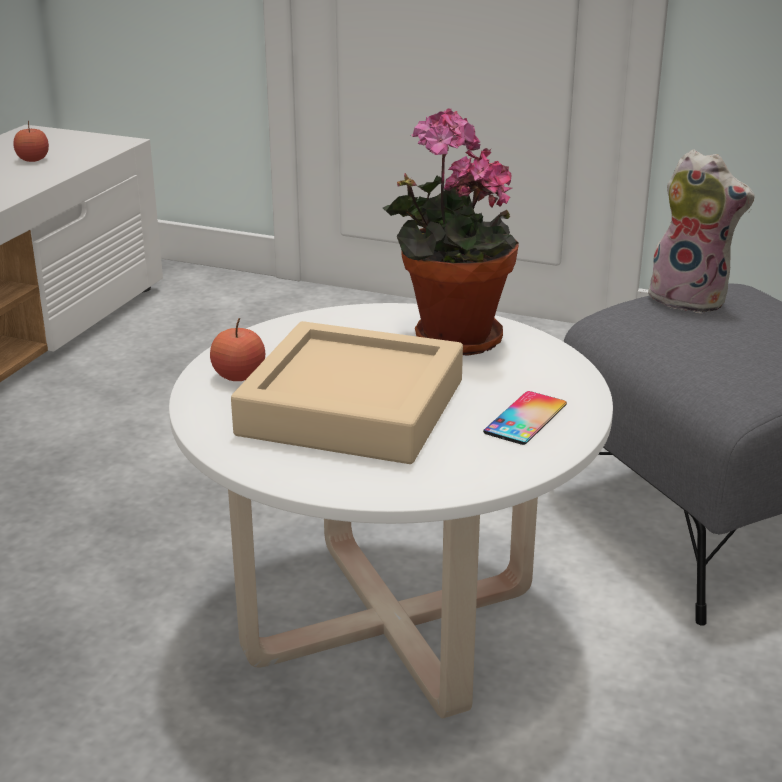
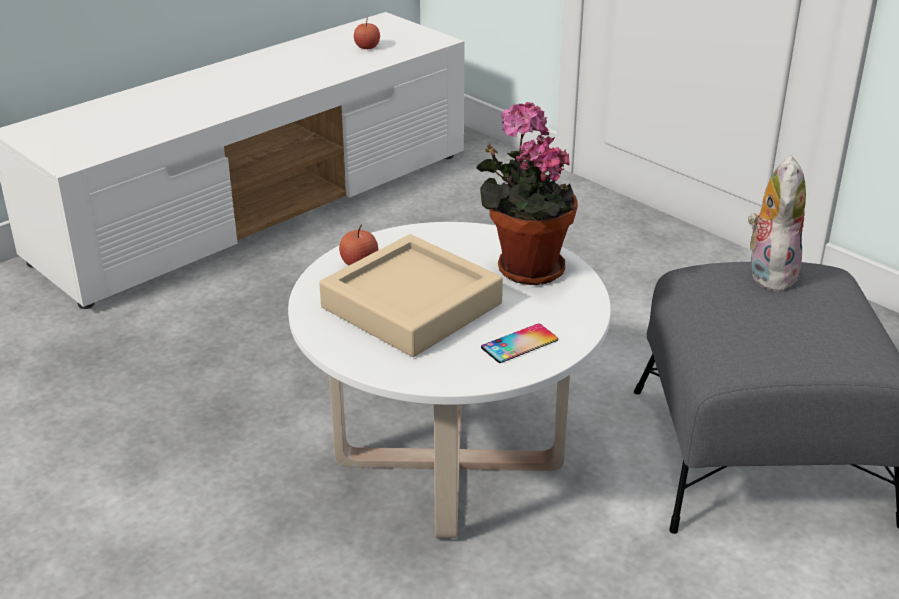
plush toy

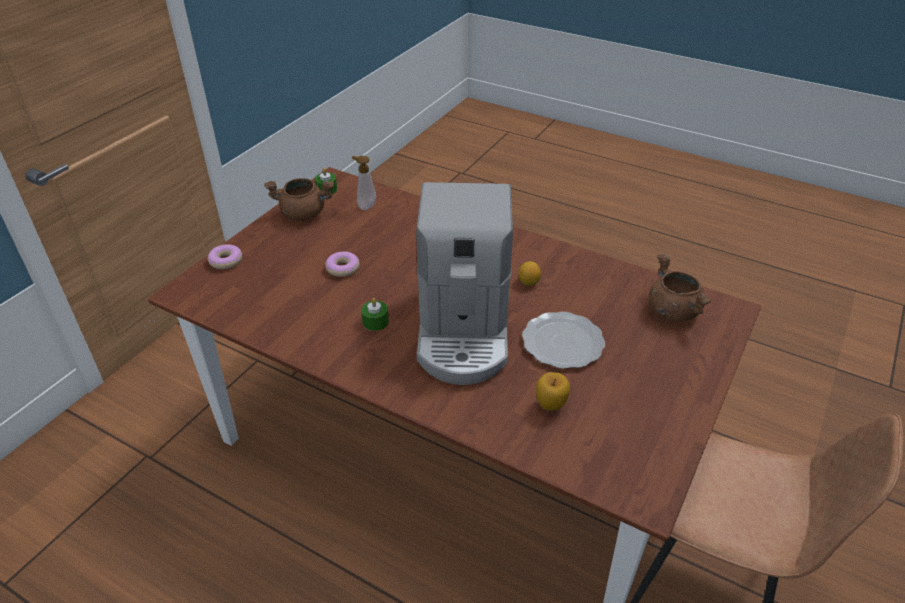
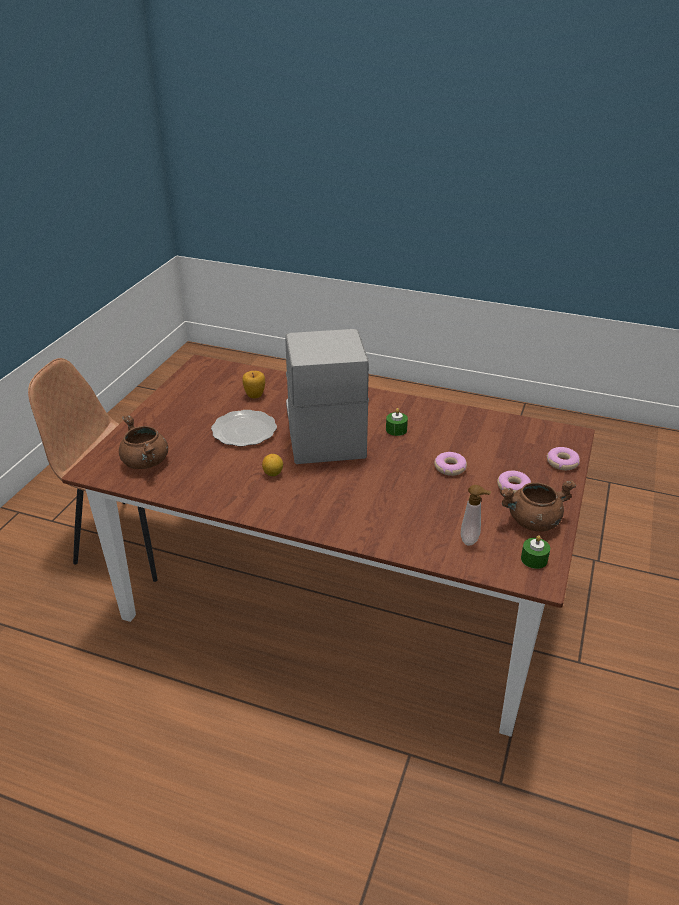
donut (no. 2 from left)

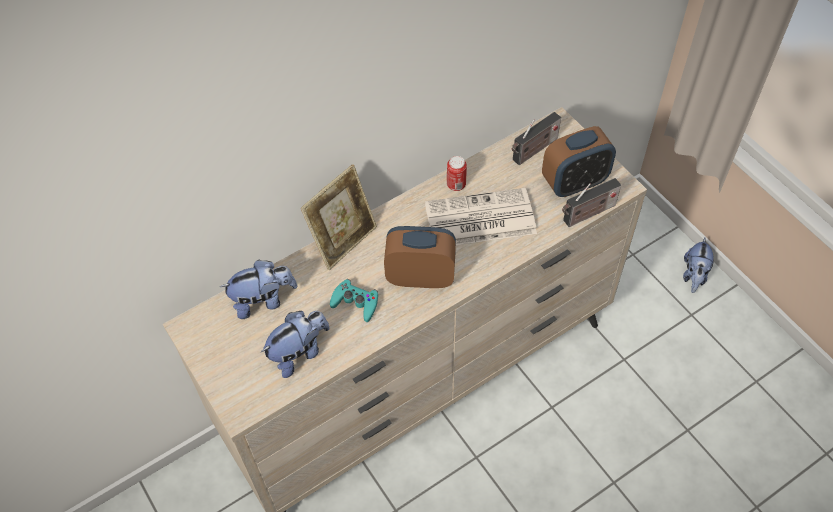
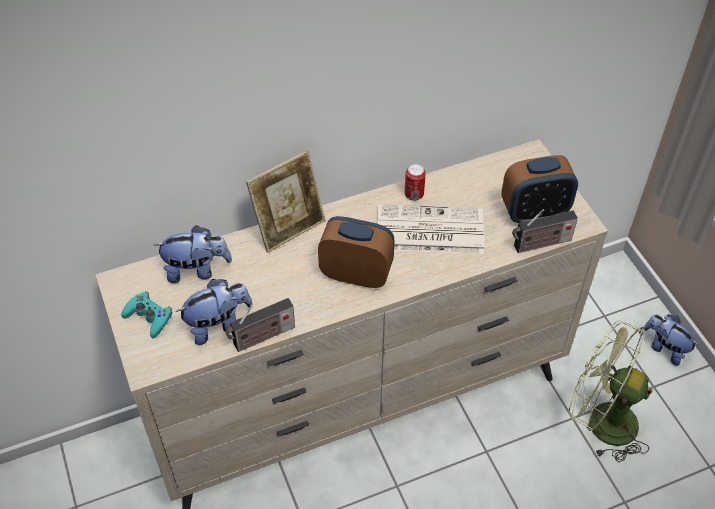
fan (green)
game controller (turquoise)
radio (no. 1 from left)
plush toy (no. 3 from left)

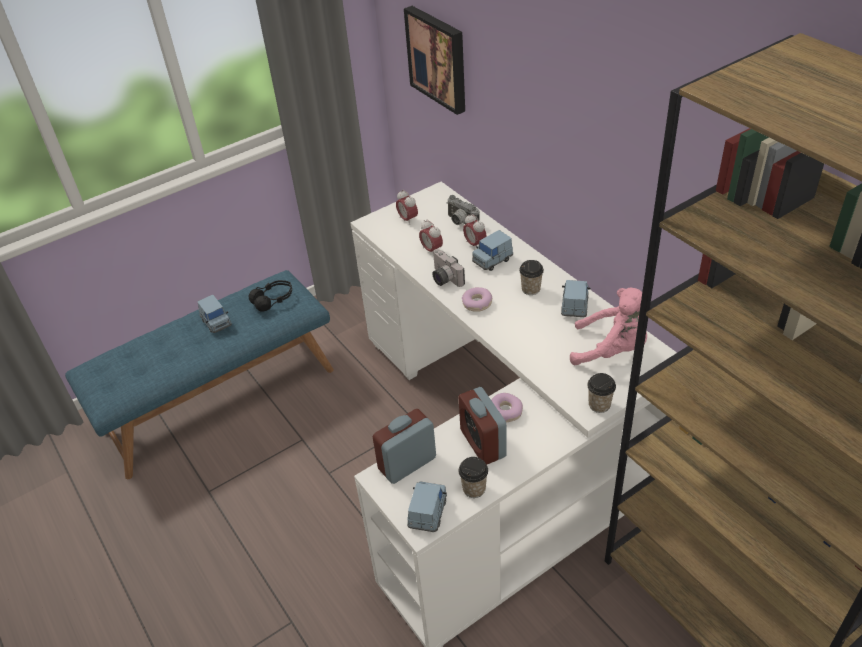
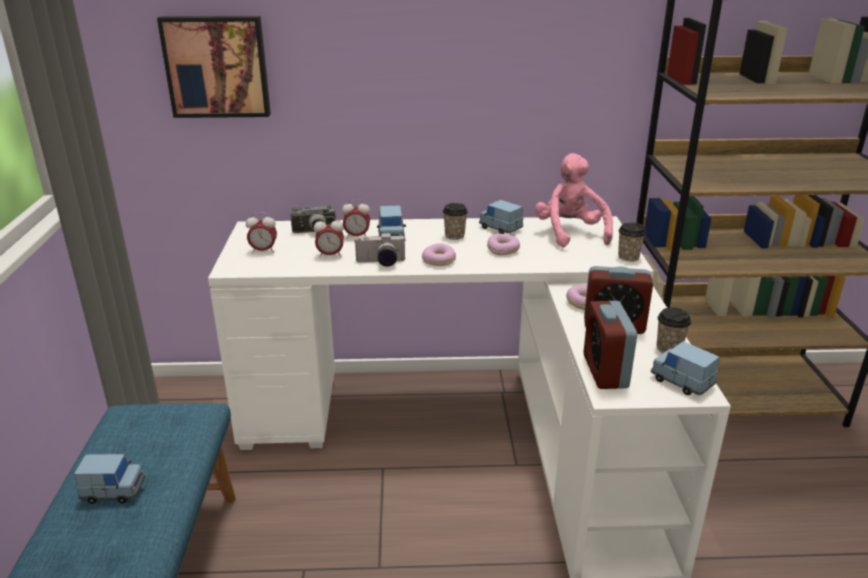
headphones (black)
donut (no. 2 from left)
plush toy (pink)

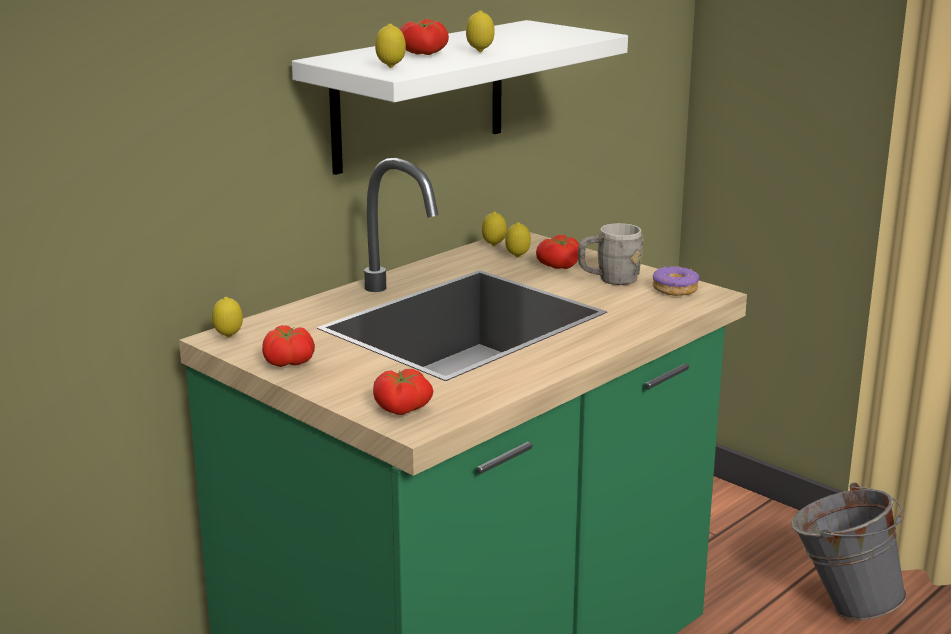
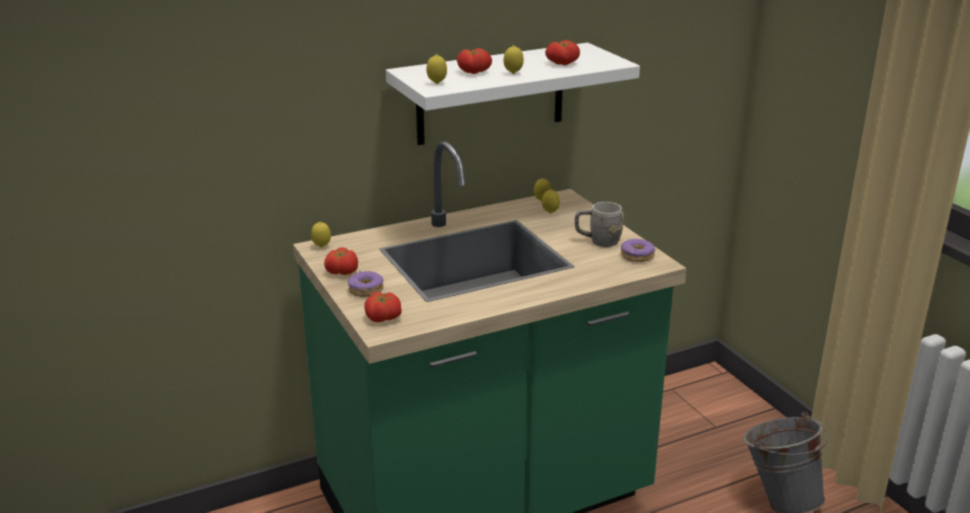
donut (no. 1 from left)
tomato (no. 4 from left)

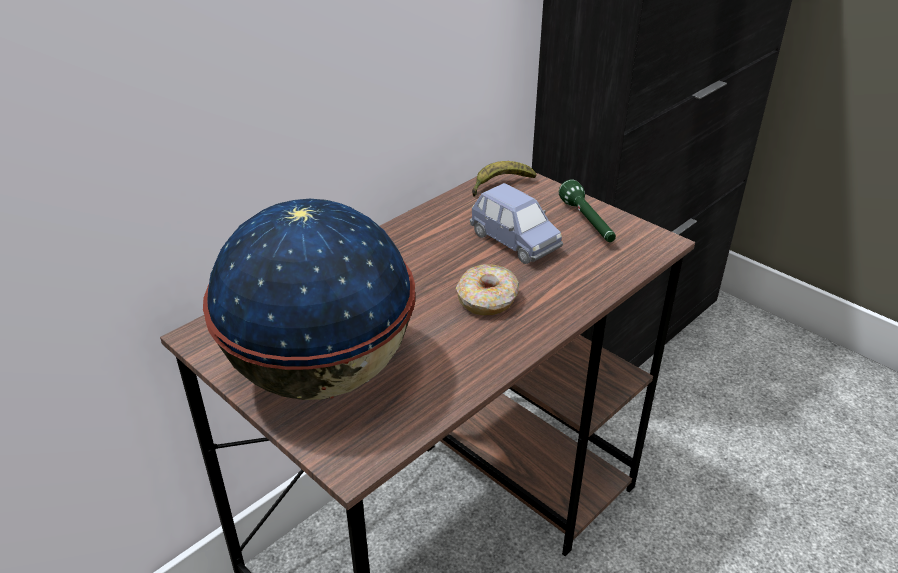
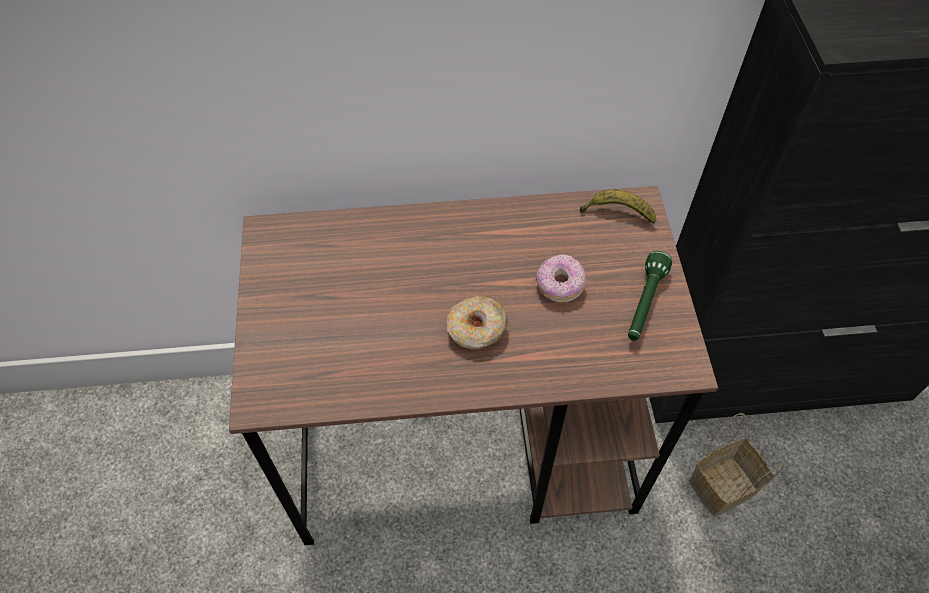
globe
basket
donut (no. 2 from left)

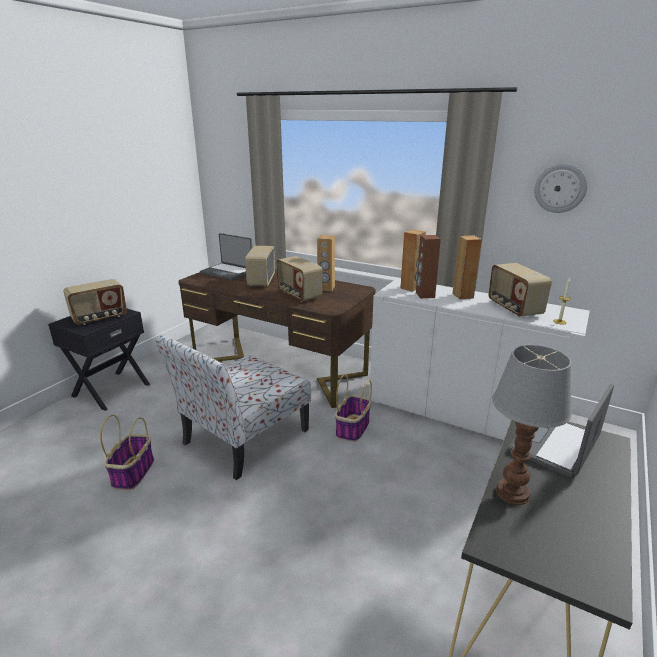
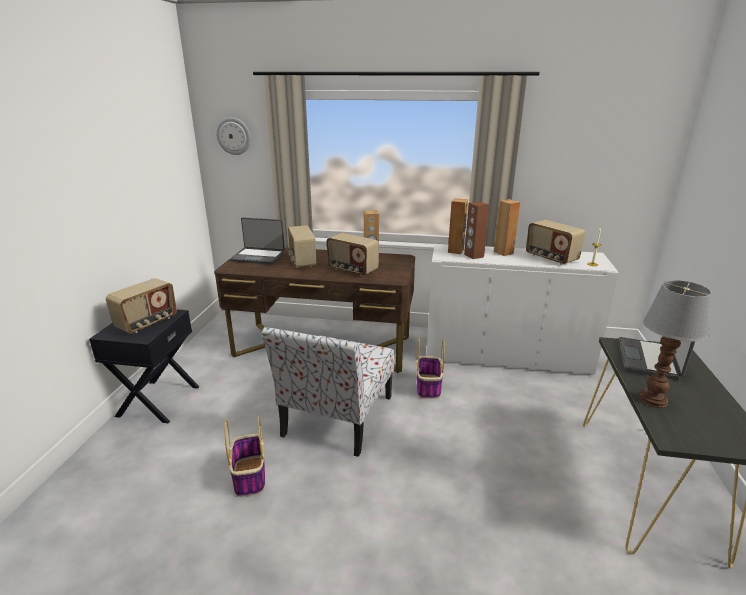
wall clock

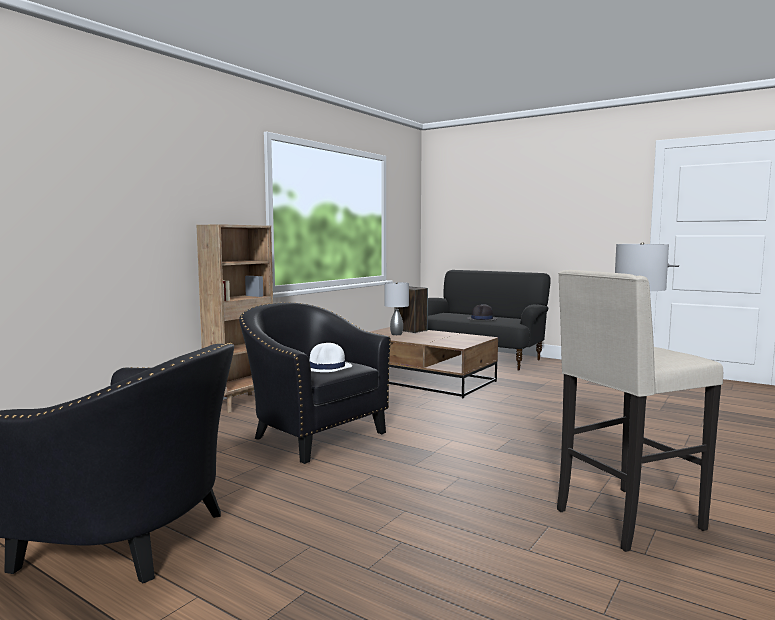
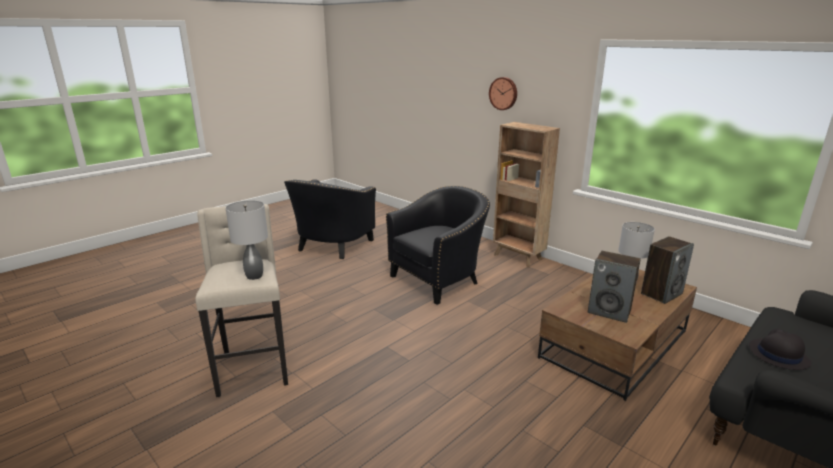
hat (white)
wall clock
speaker (no. 1 from left)

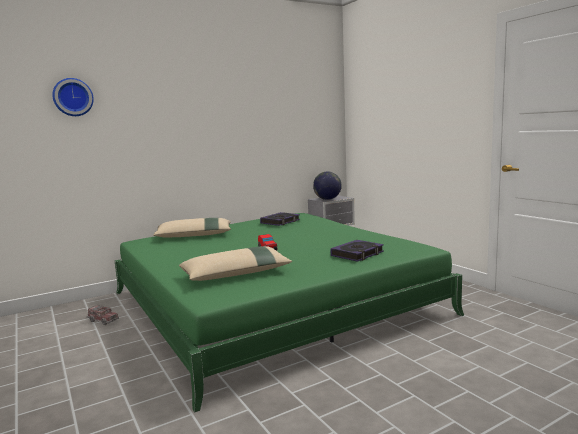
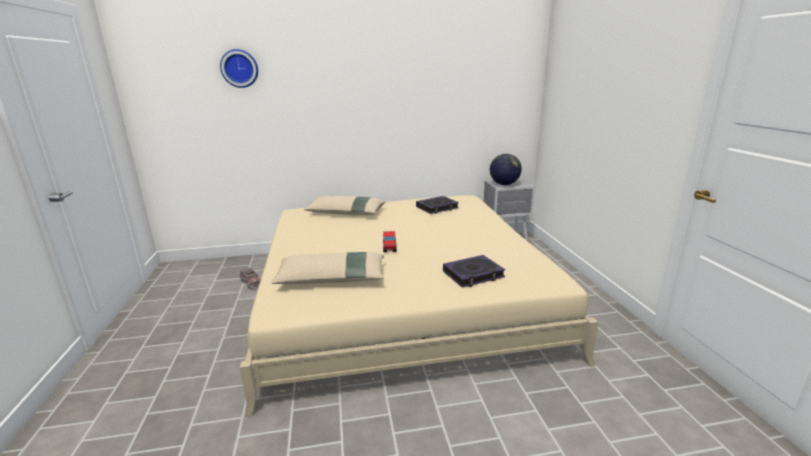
bed (beige)

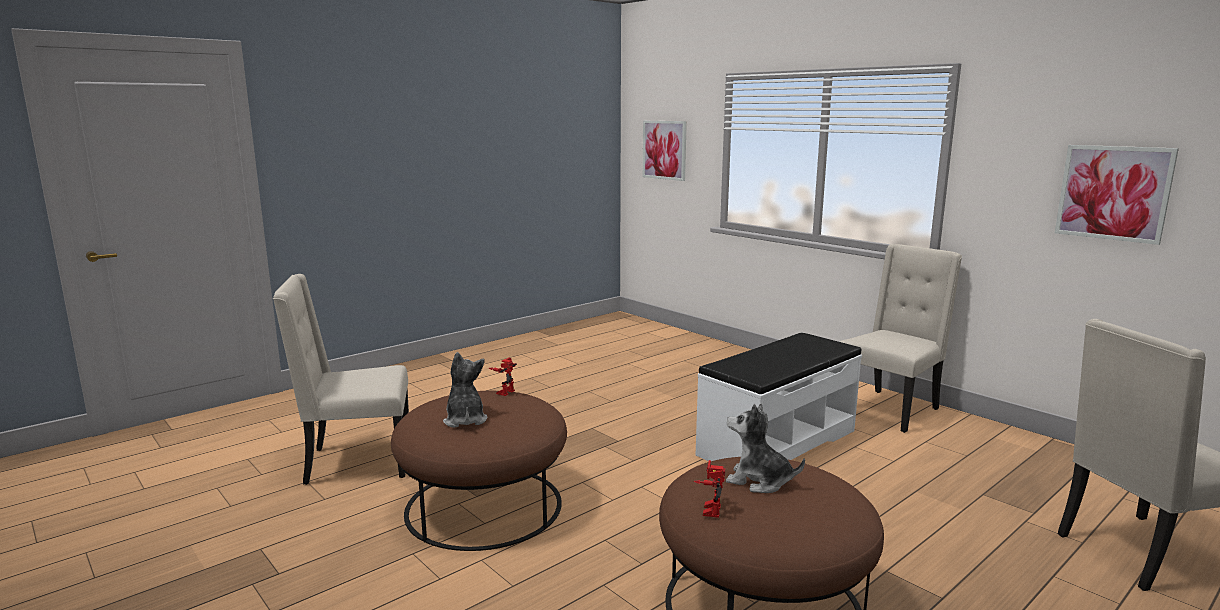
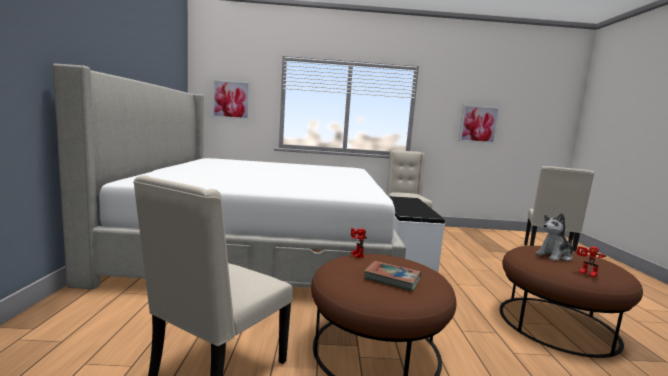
bed
book

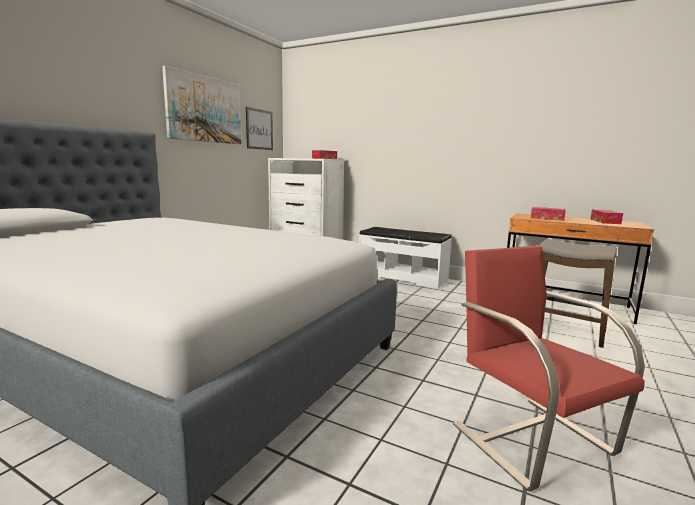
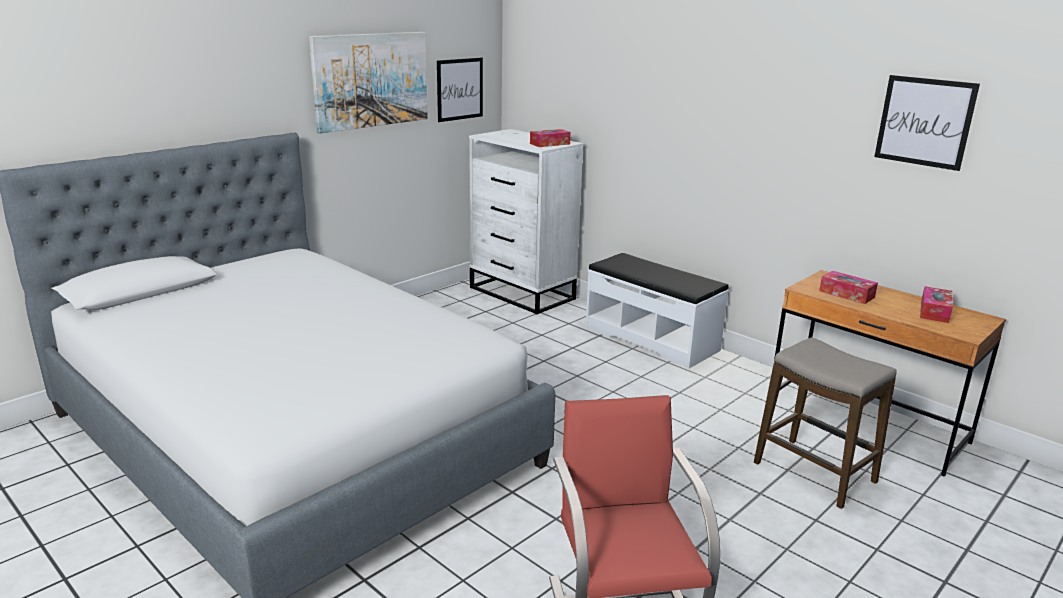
picture (no. 3 from left)

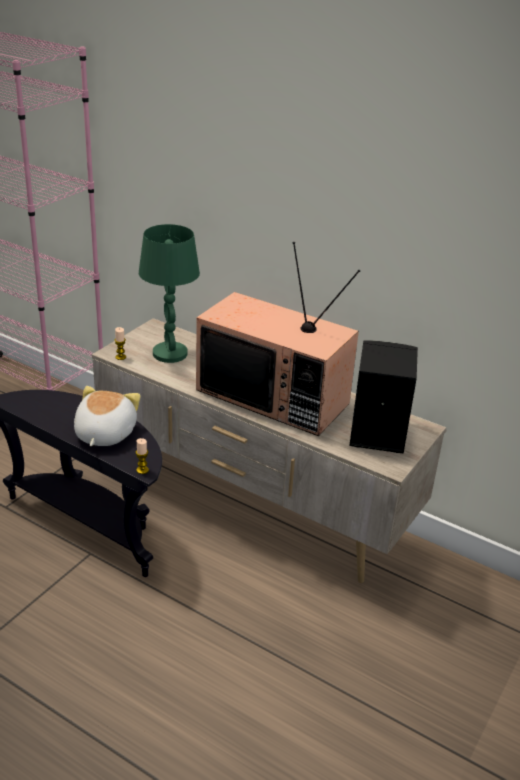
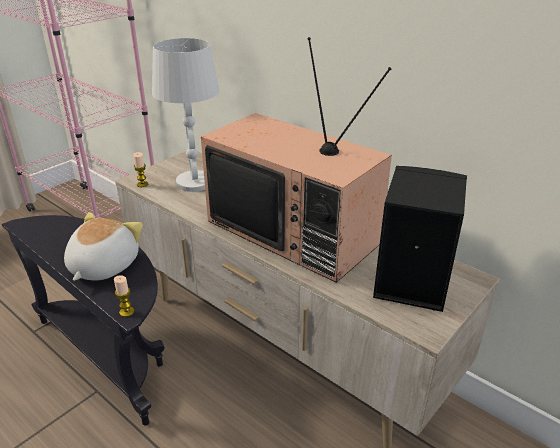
table lamp (white)

